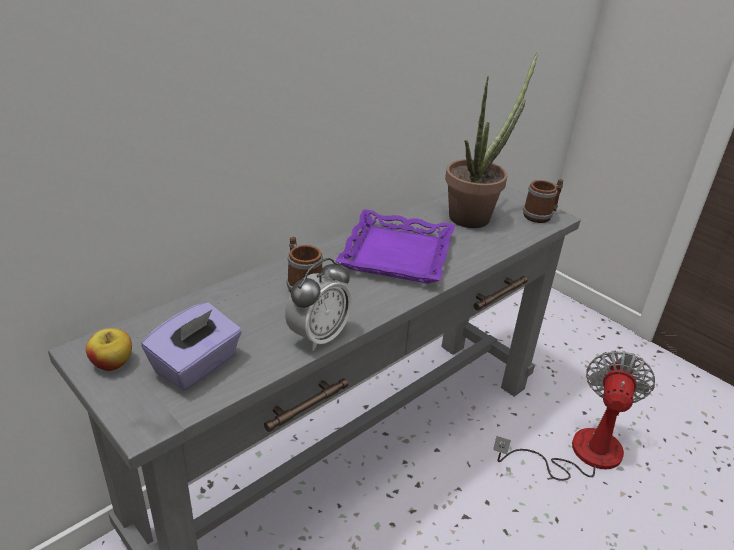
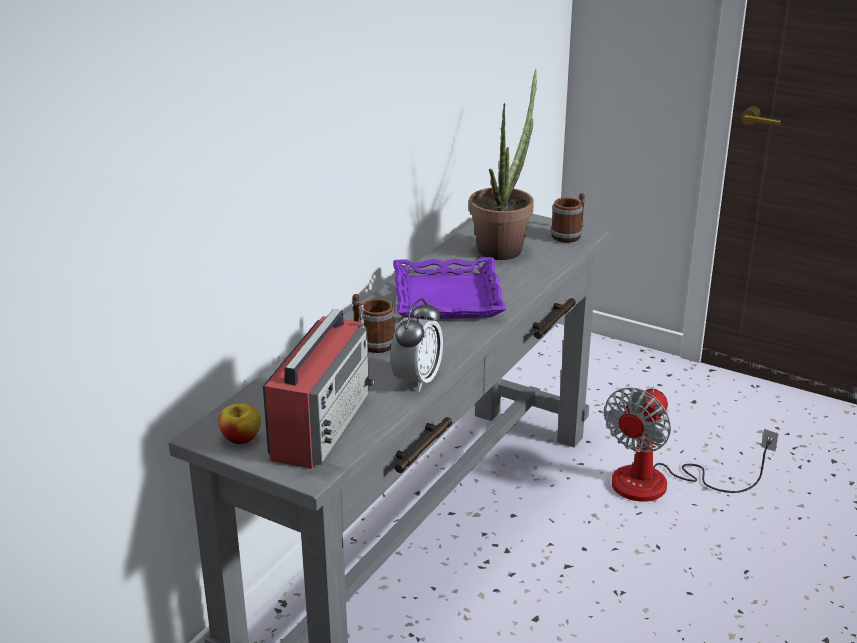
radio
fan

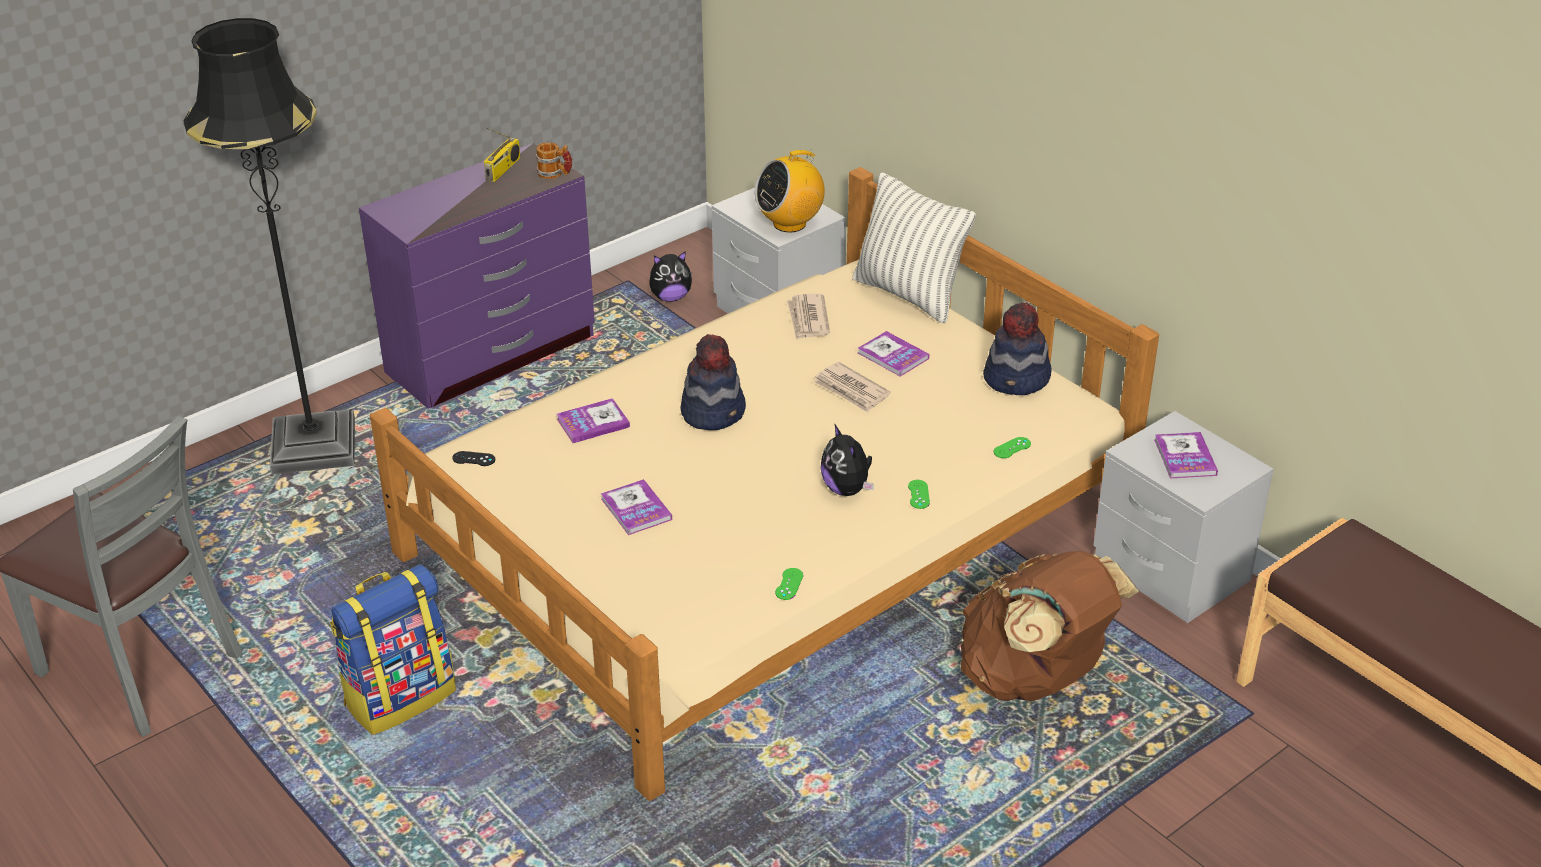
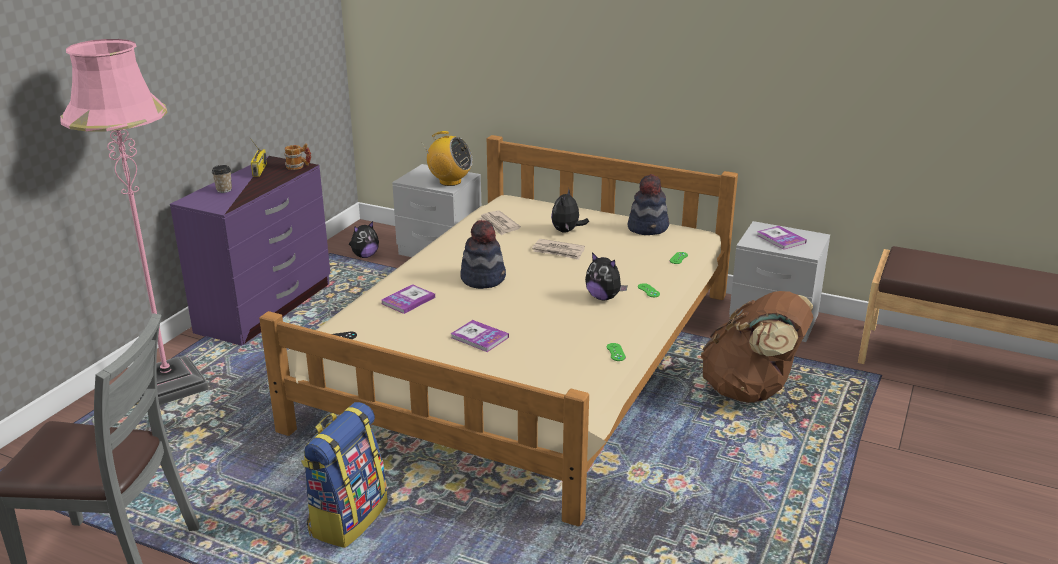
pillow
cup
plush toy (no. 2 from left)
floor lamp (pink)
radio (no. 2 from left)

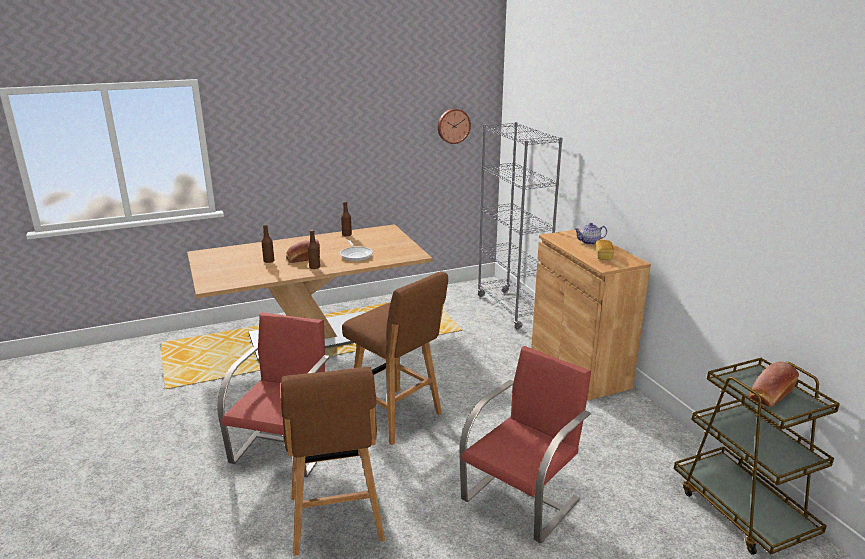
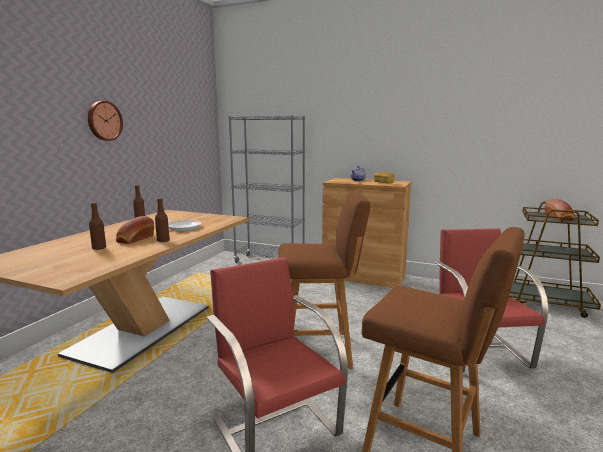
wall clock

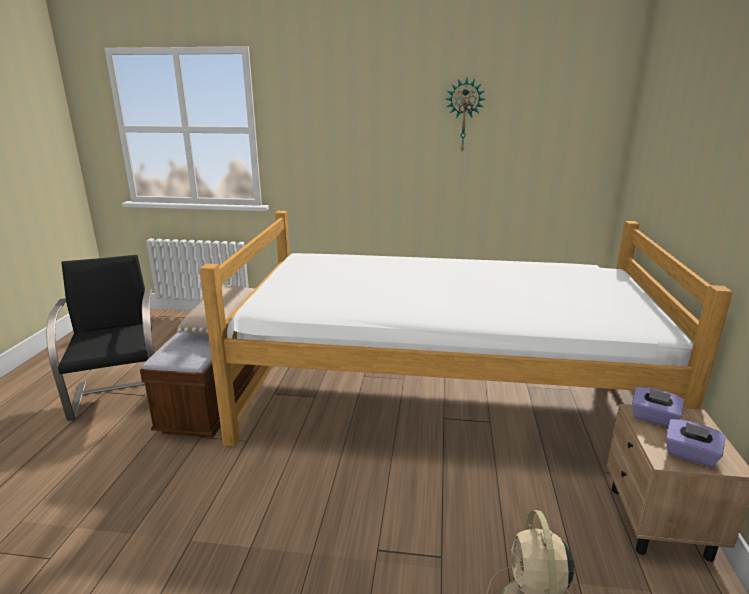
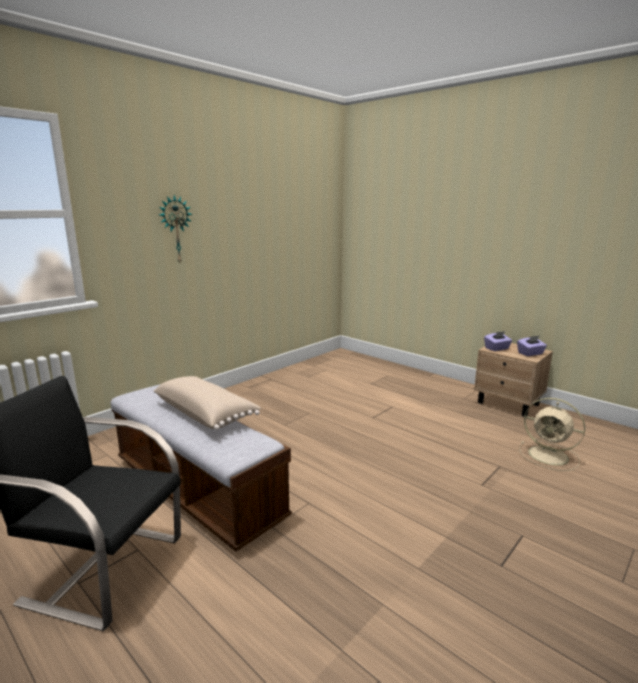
bed
wall clock

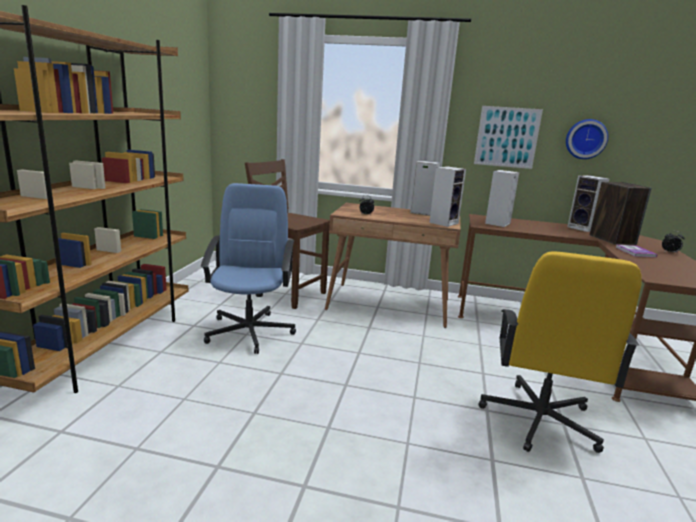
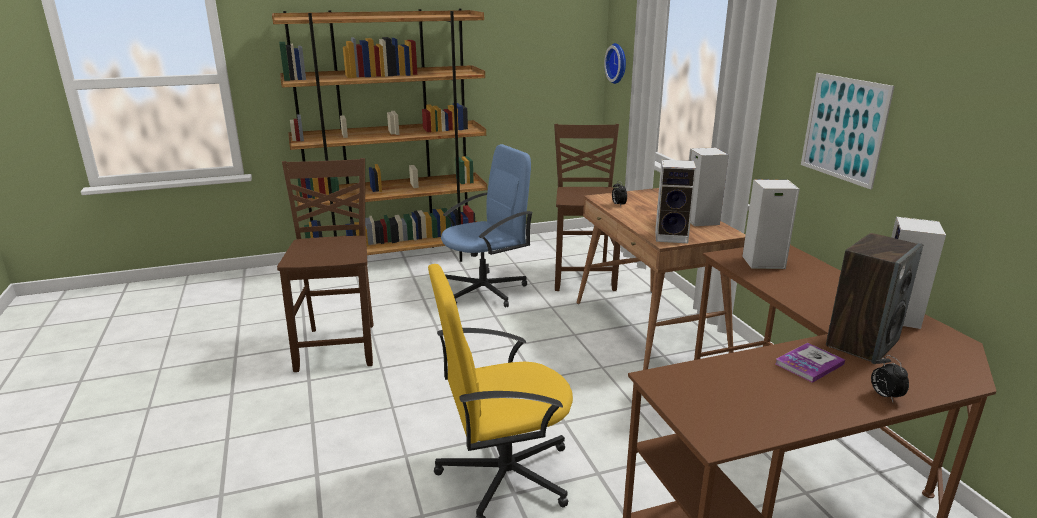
chair (brown) (no. 1 from left)
wall clock

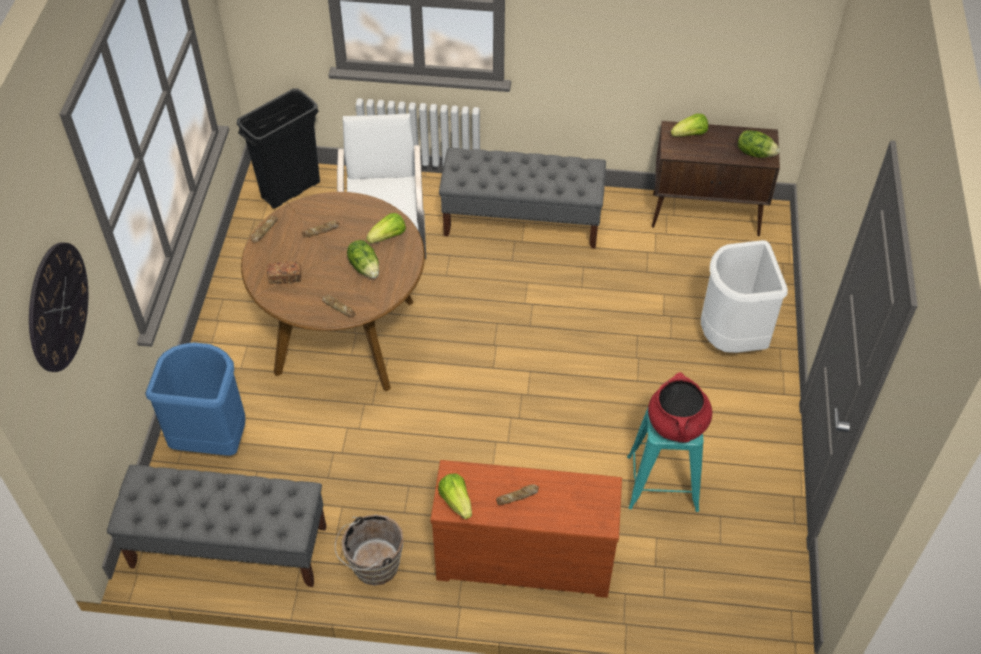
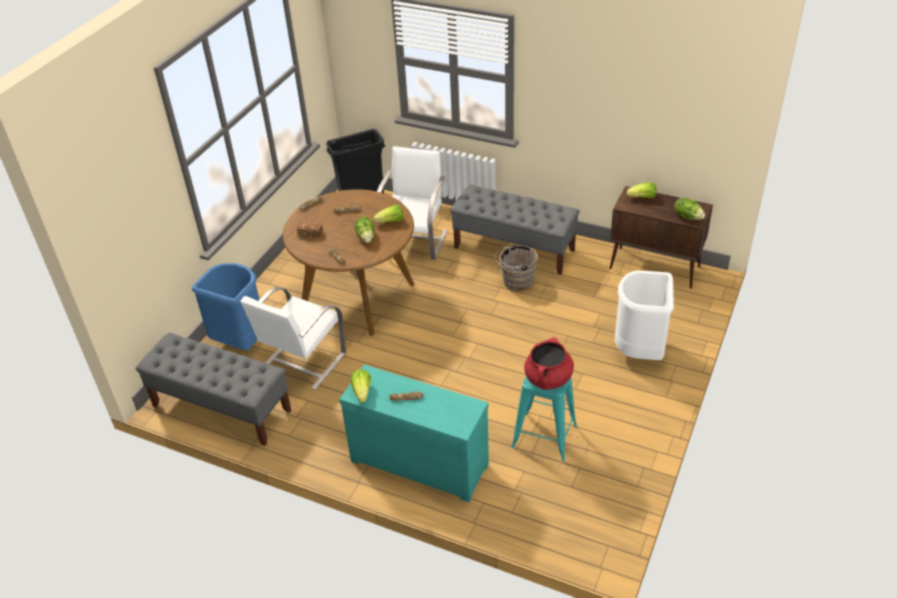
wall clock
chair (white) (no. 1 from left)
bucket (brown)
dresser (turquoise)

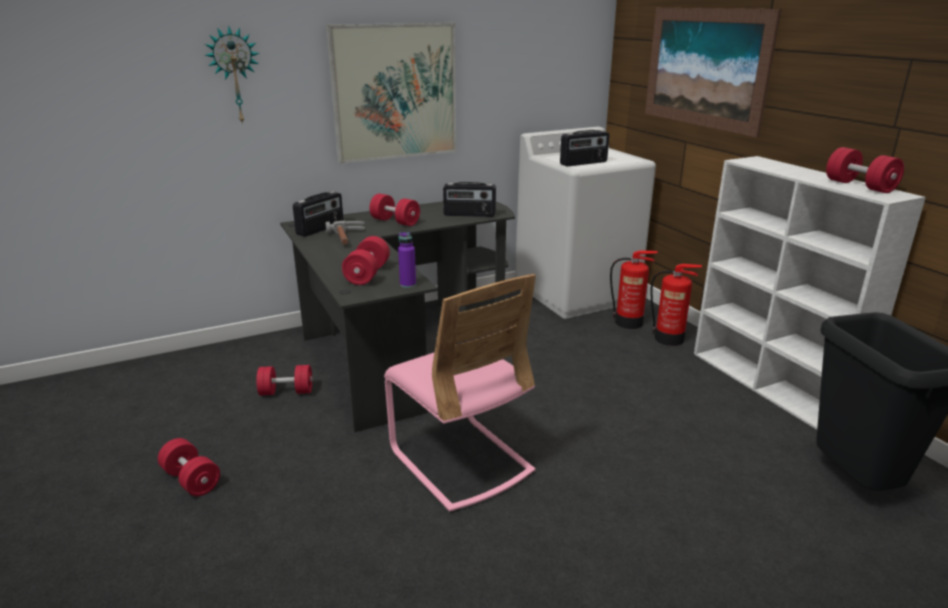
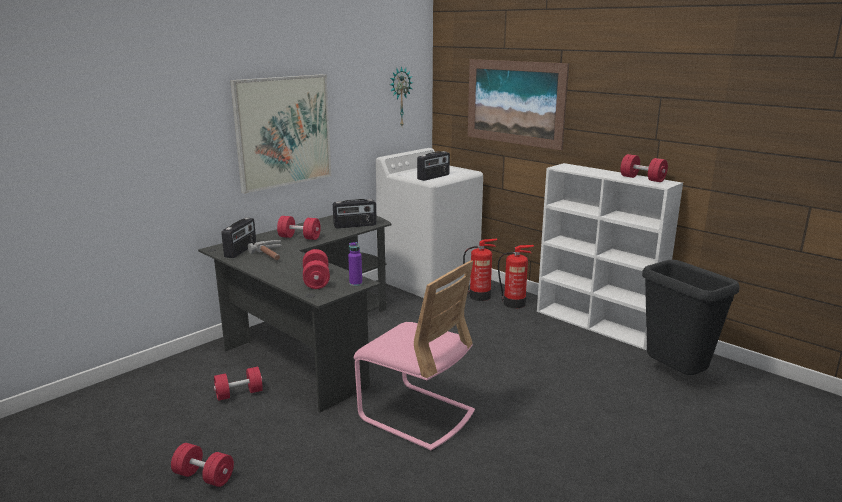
wall clock

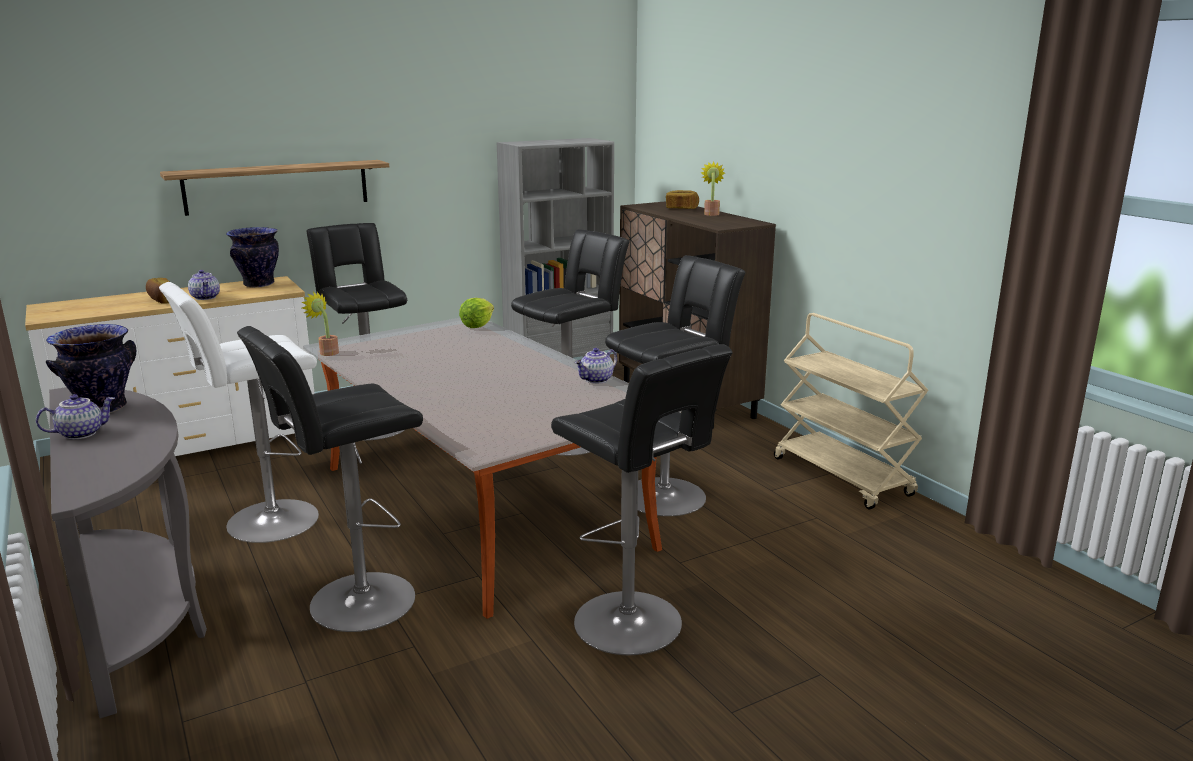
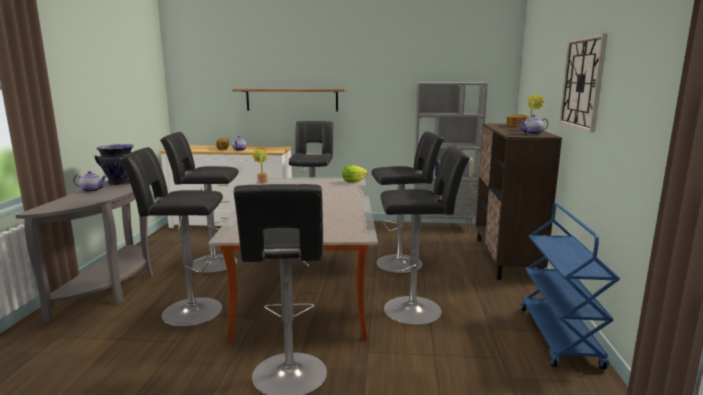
vase (no. 2 from left in the first image)
wall clock
teapot (no. 3 from left)
stool (black) (no. 2 from left)
cart (blue)

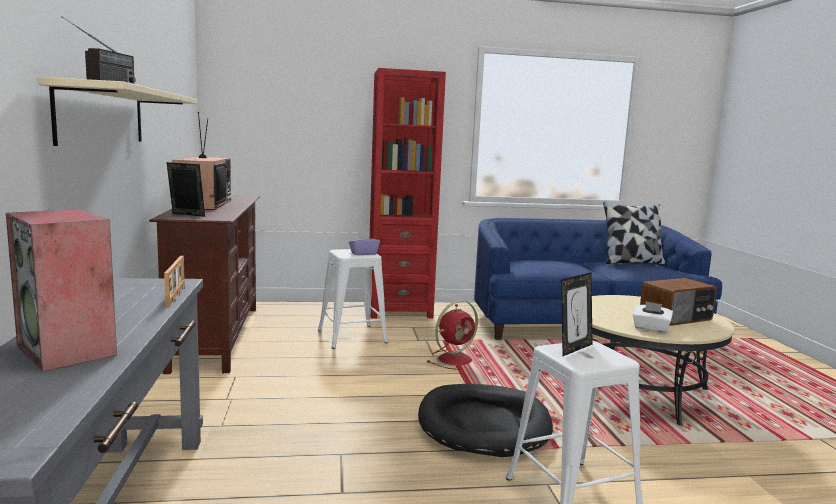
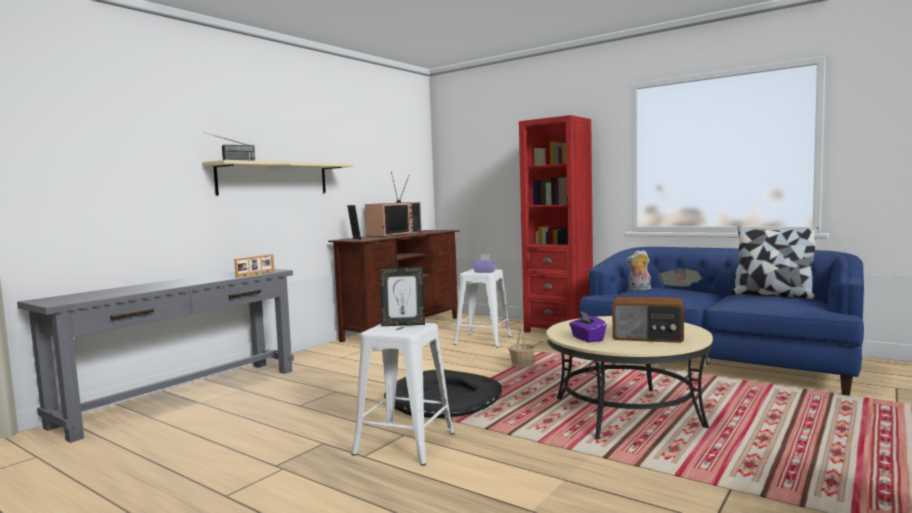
speaker
plush toy
newspaper
basket
tissue box (purple) (no. 2 from left)

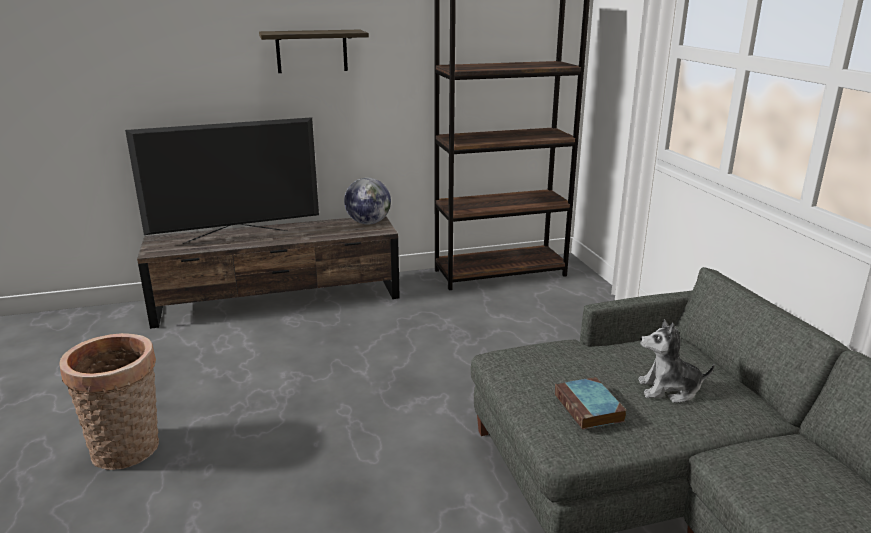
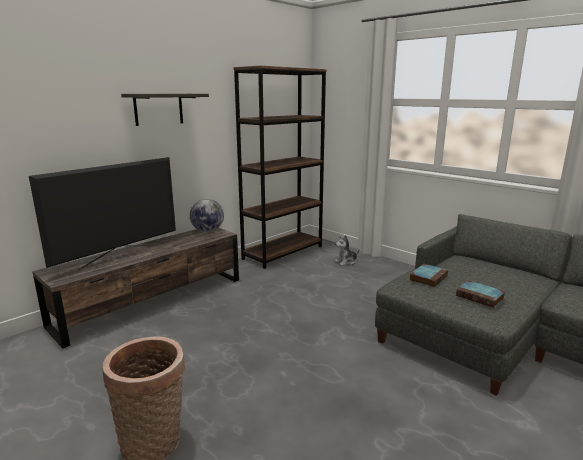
book (no. 1 from left)
plush toy

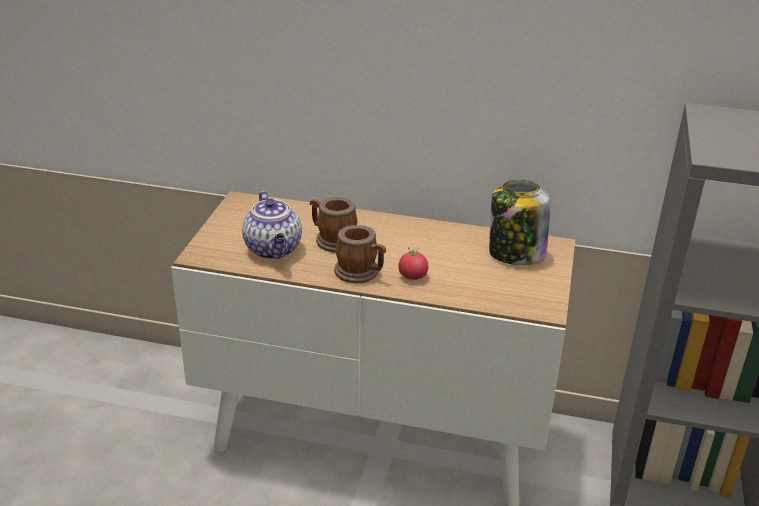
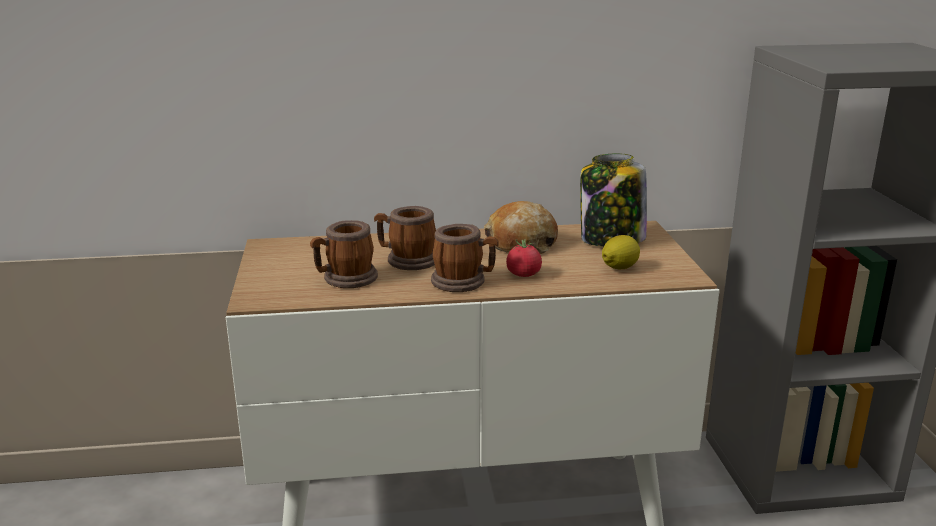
bread
lemon
mug (no. 1 from left)

